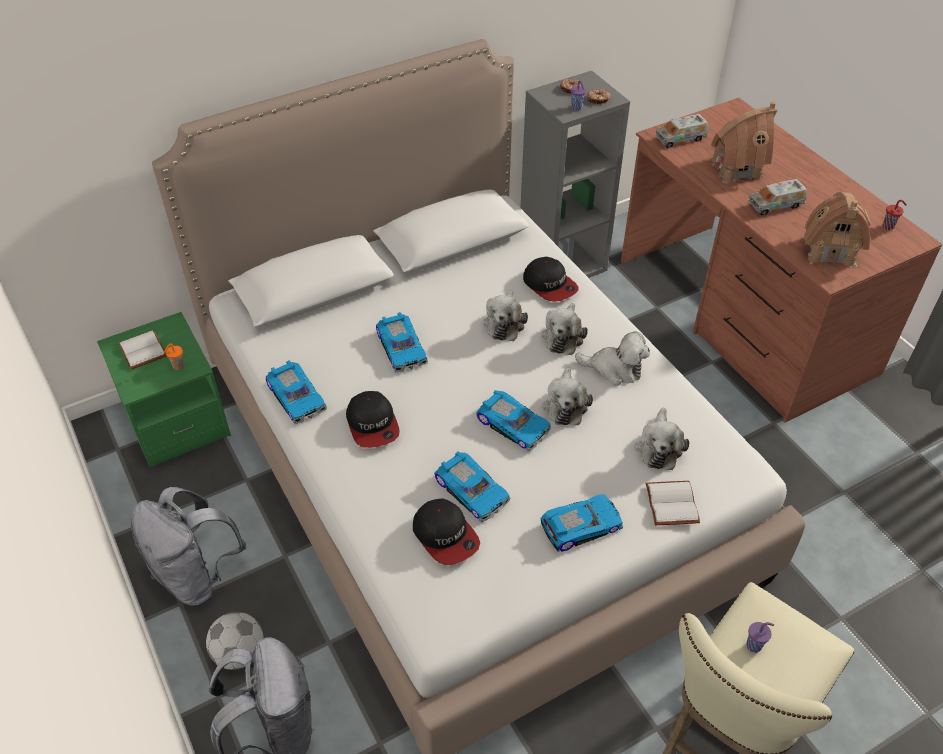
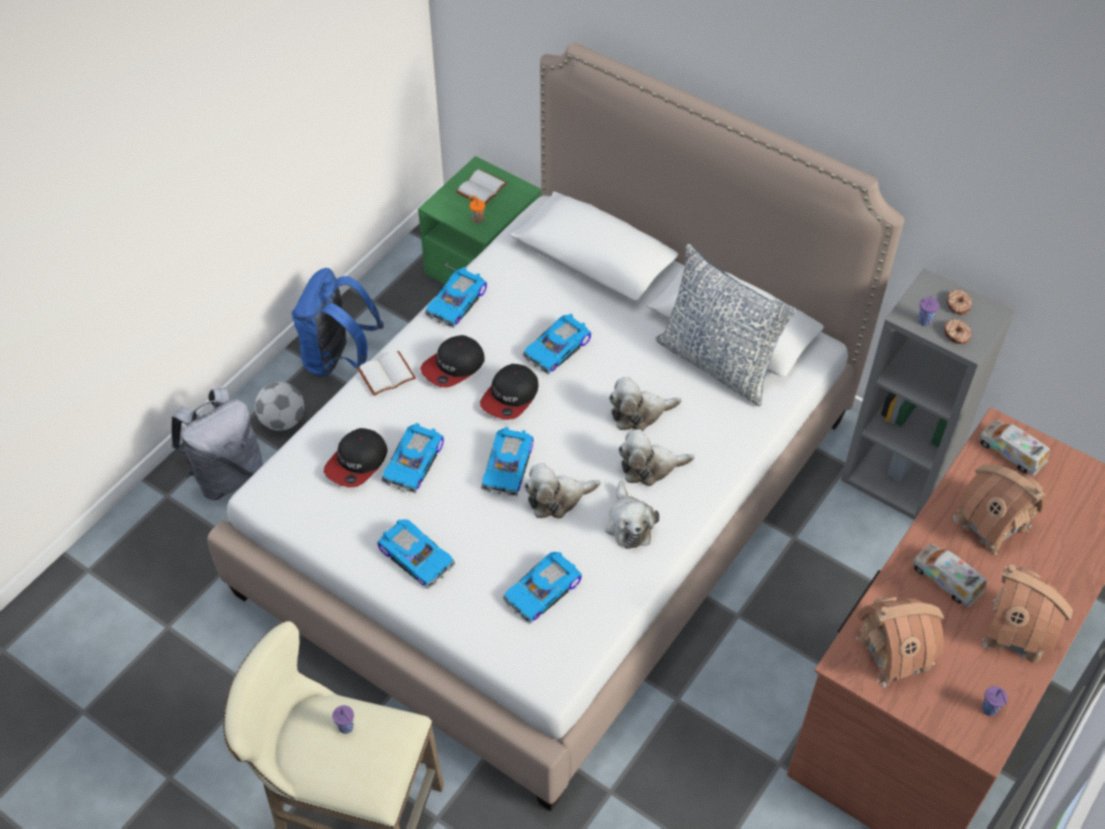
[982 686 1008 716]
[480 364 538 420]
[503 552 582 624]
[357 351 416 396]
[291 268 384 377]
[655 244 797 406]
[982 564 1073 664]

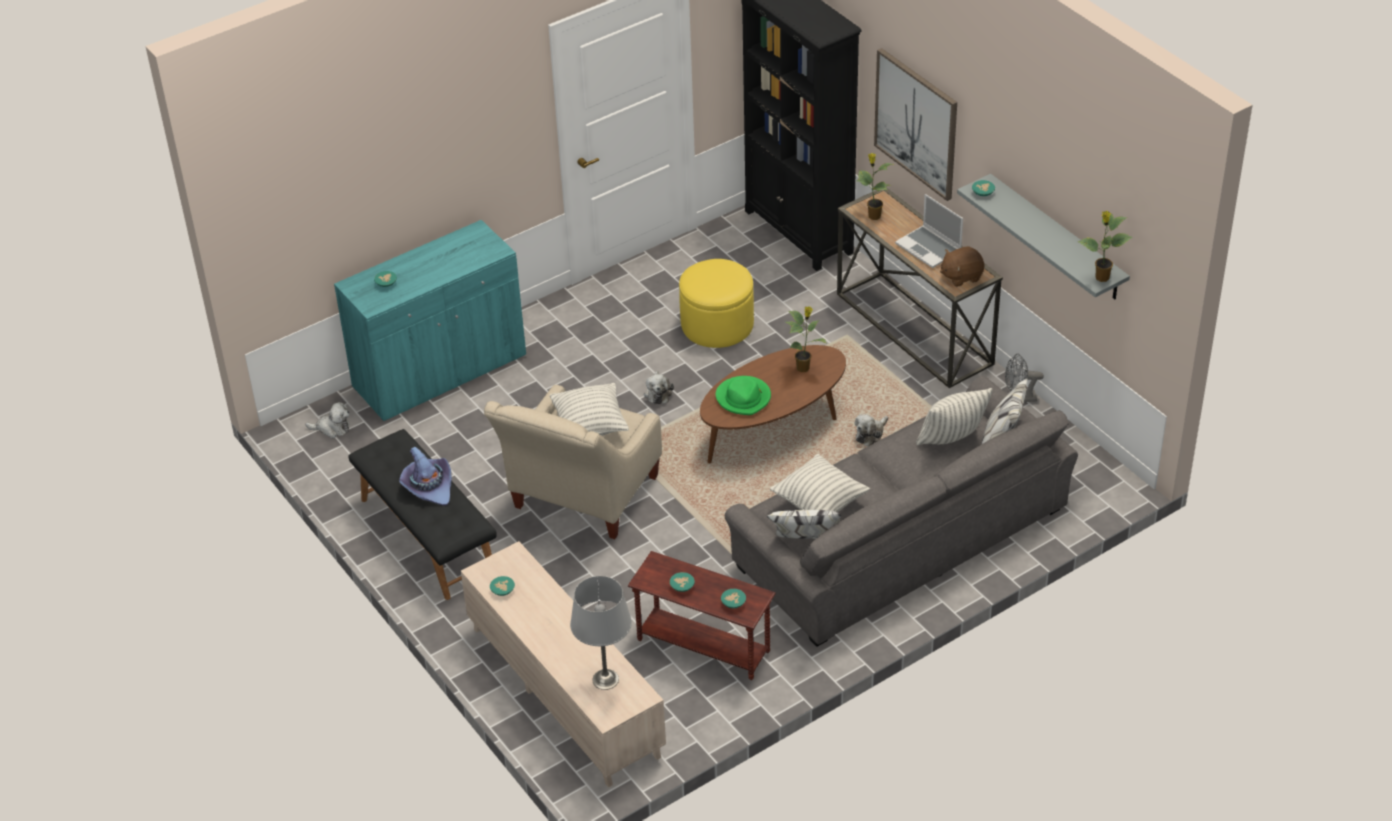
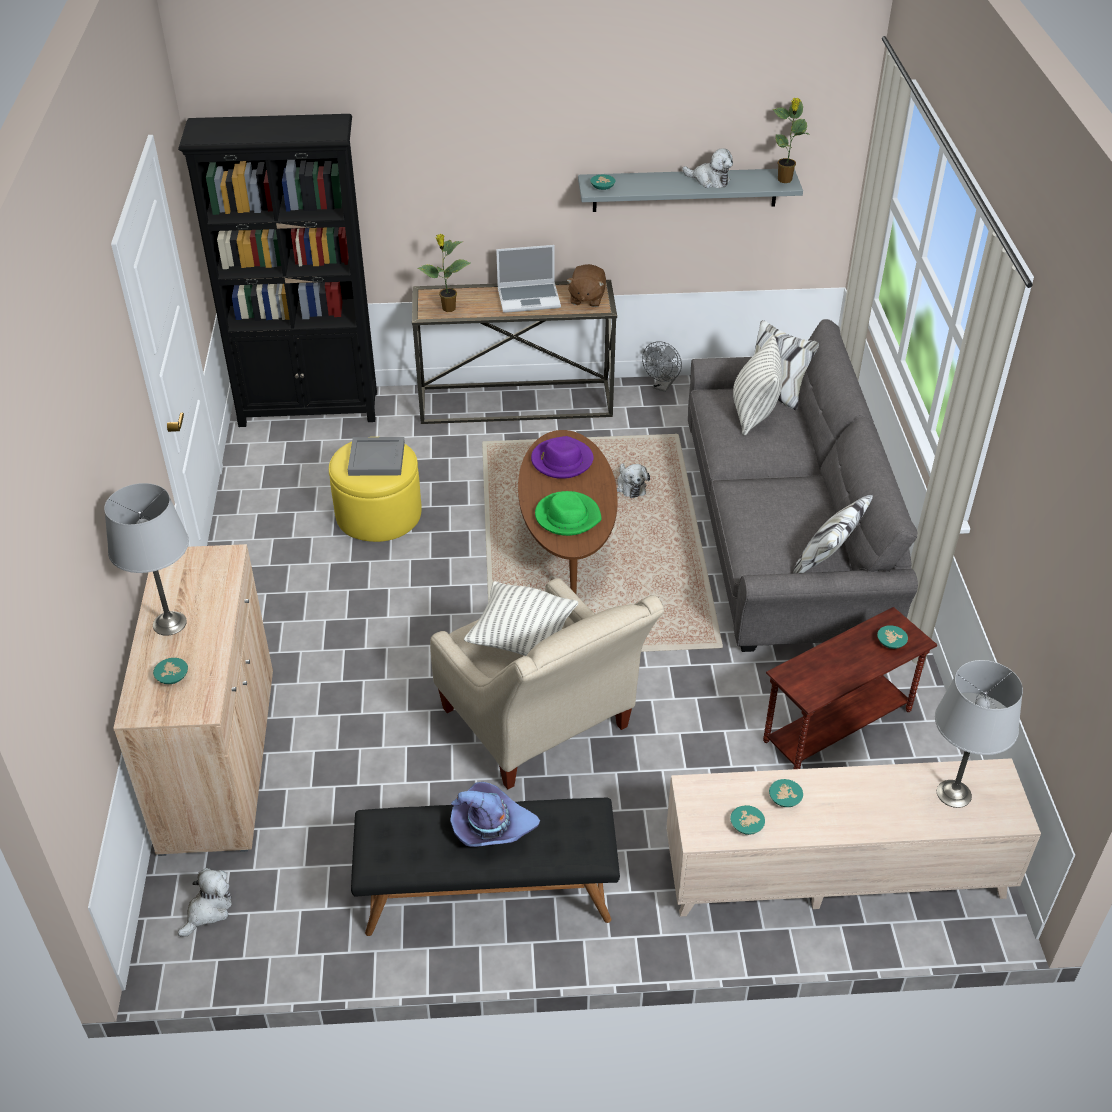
[874 48 957 201] (first image)
[113 544 273 856]
[531 436 594 479]
[683 148 733 188]
[769 454 870 512] (first image)
[769 779 803 807]
[348 437 405 476]
[104 483 189 636]

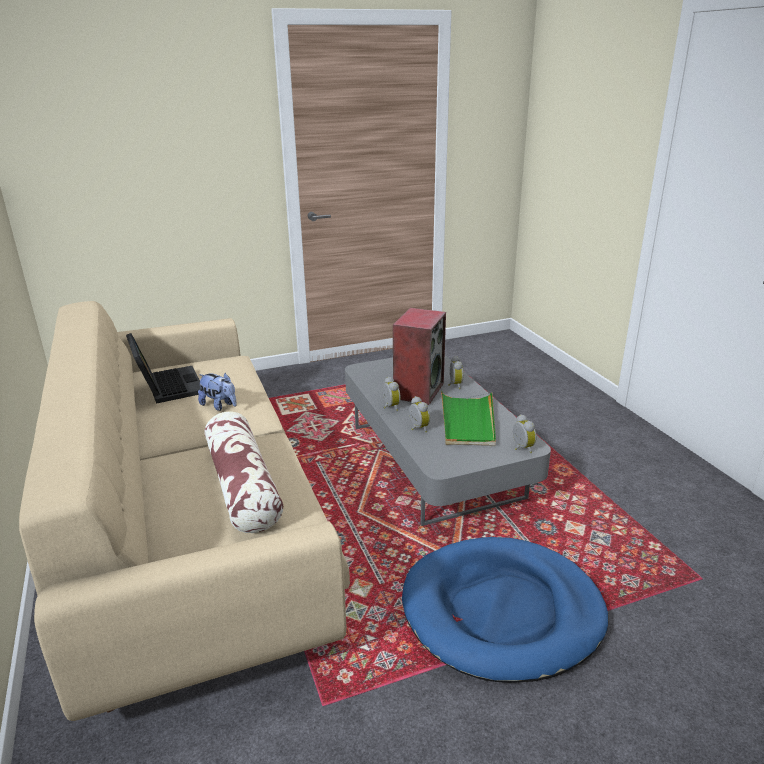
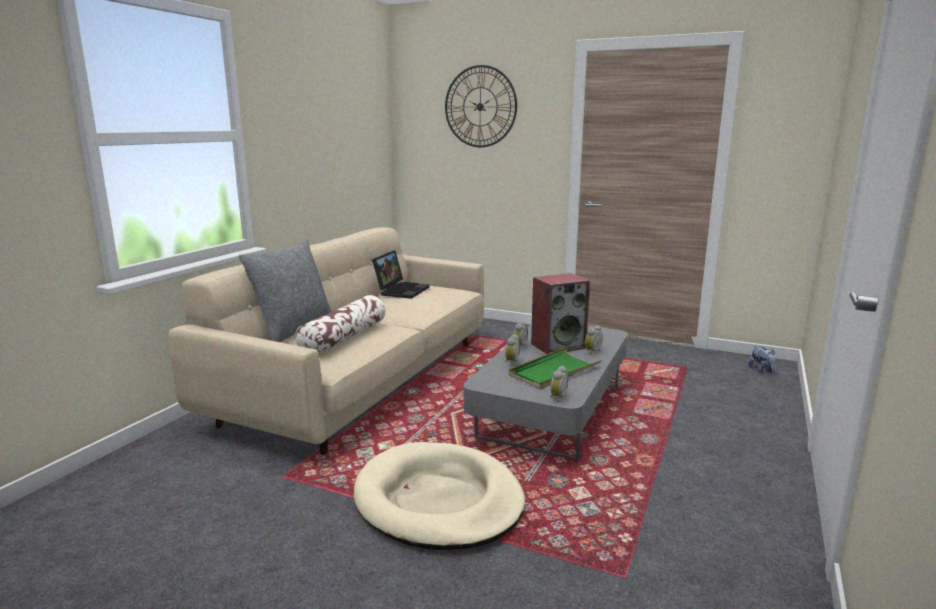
[748 346 776 373]
[354 442 525 550]
[445 65 517 147]
[239 239 332 342]

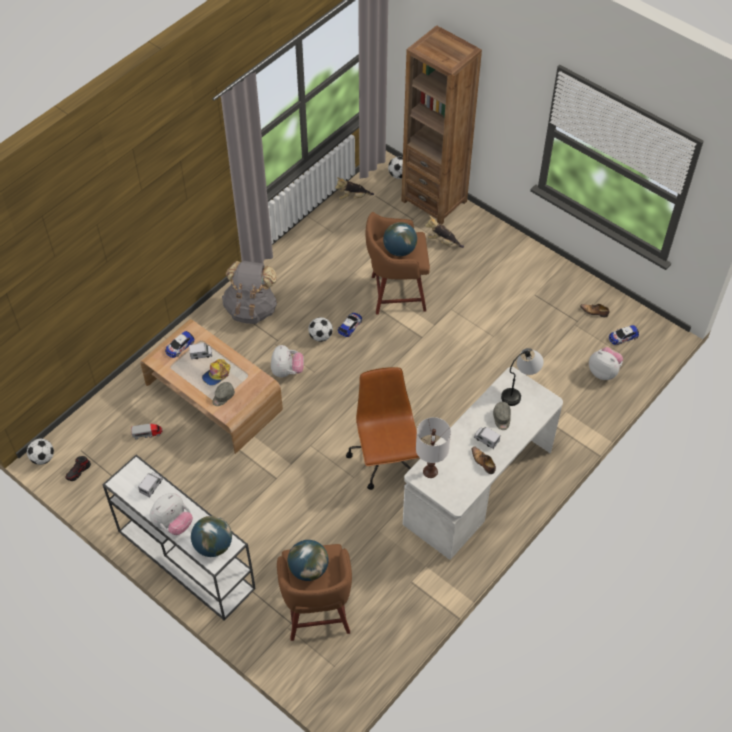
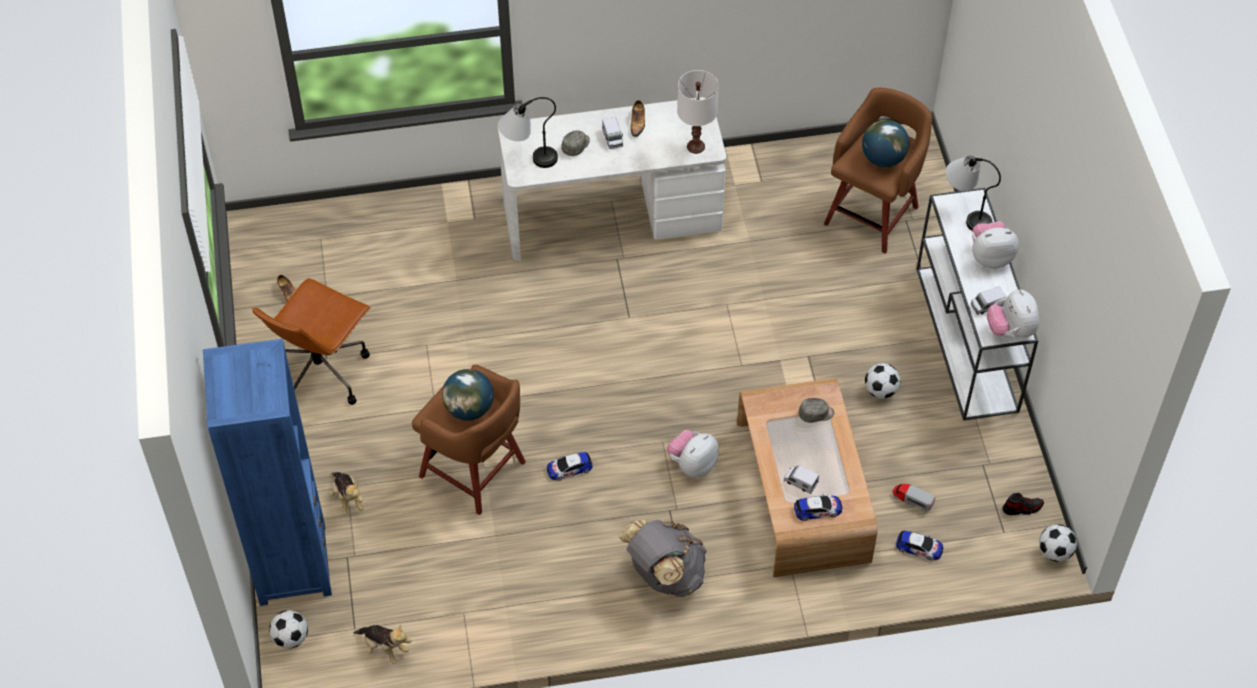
[203 339 332 606]
[865 363 900 399]
[896 531 943 560]
[987 290 1039 338]
[202 359 230 386] (first image)
[252 278 371 405]
[946 155 1001 231]

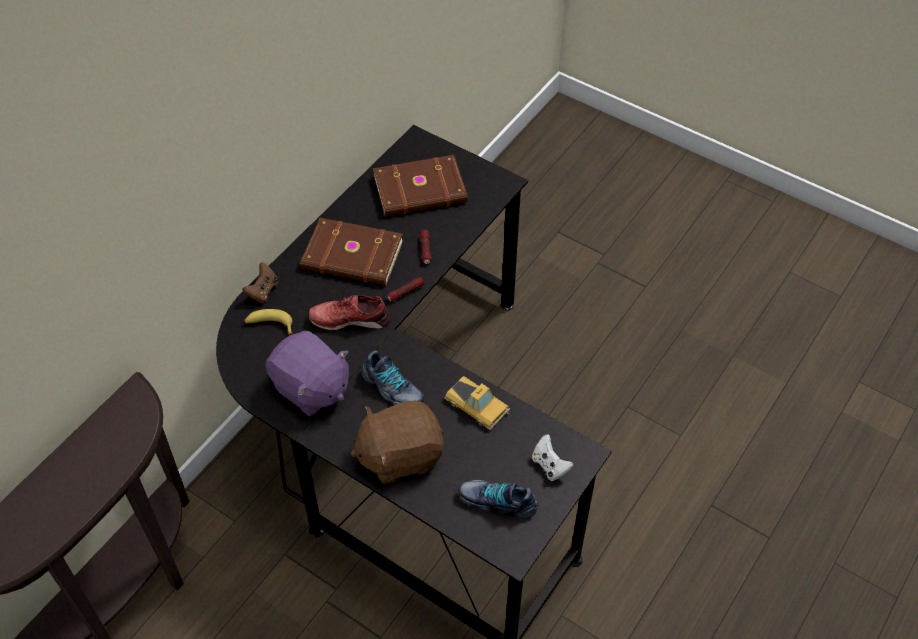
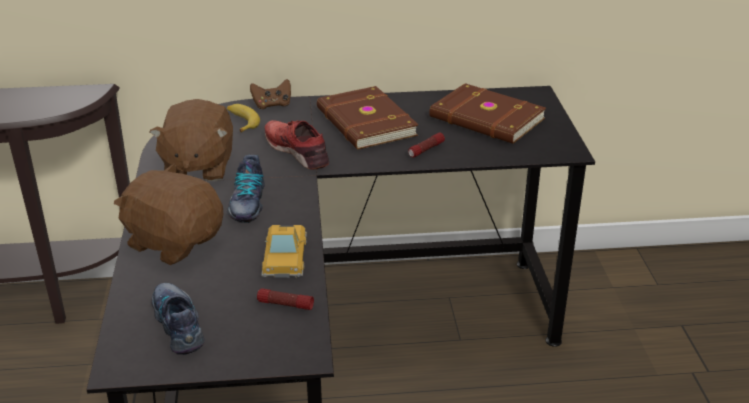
[257 288 314 310]
[150 99 233 181]
[532 435 574 481] (first image)

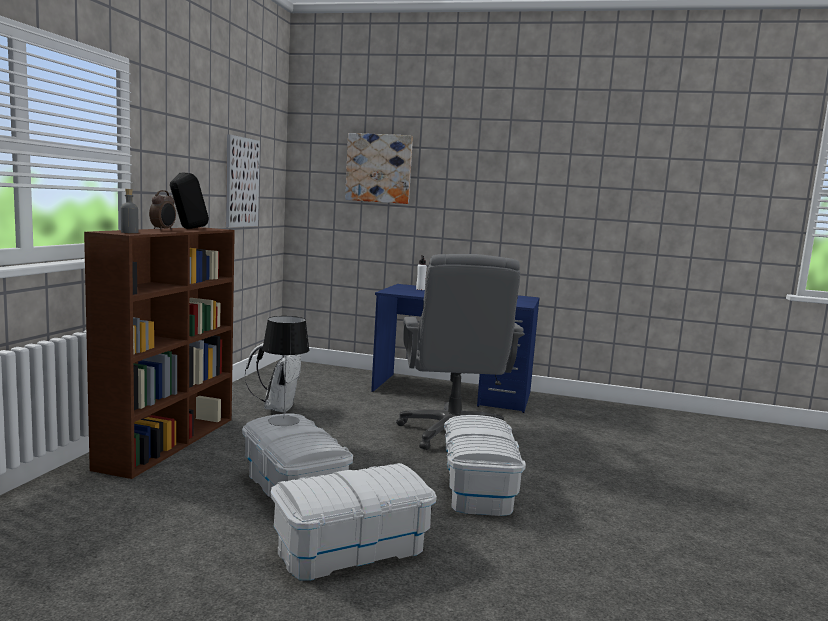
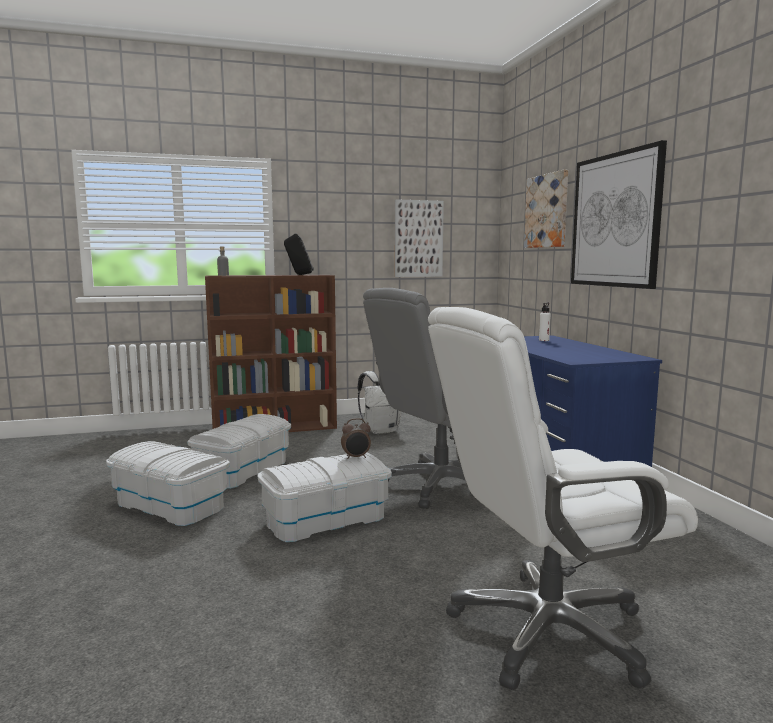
[341 418 371 459]
[262 316 310 426] (first image)
[571 140 667 289]
[428 307 698 690]

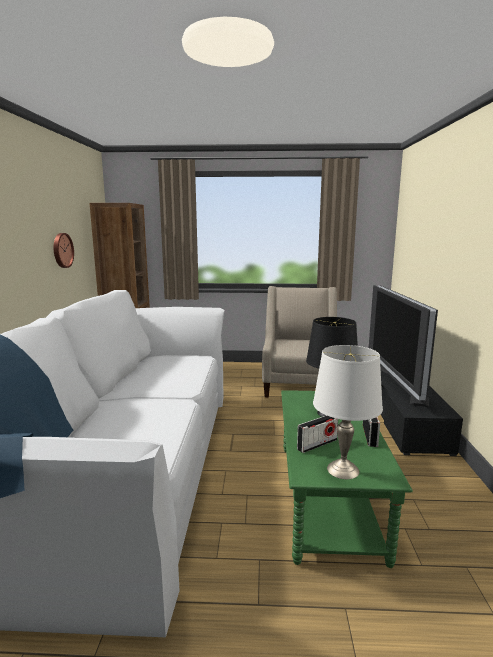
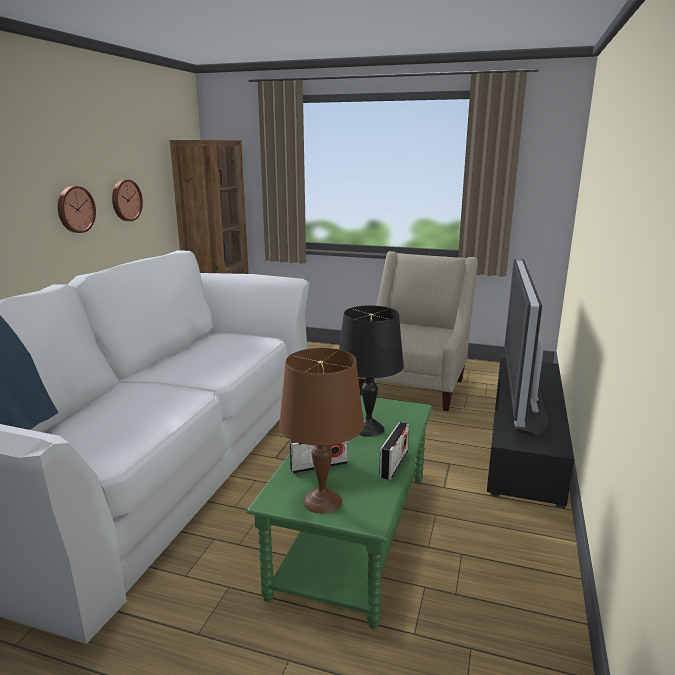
[279 348 364 514]
[58 186 96 233]

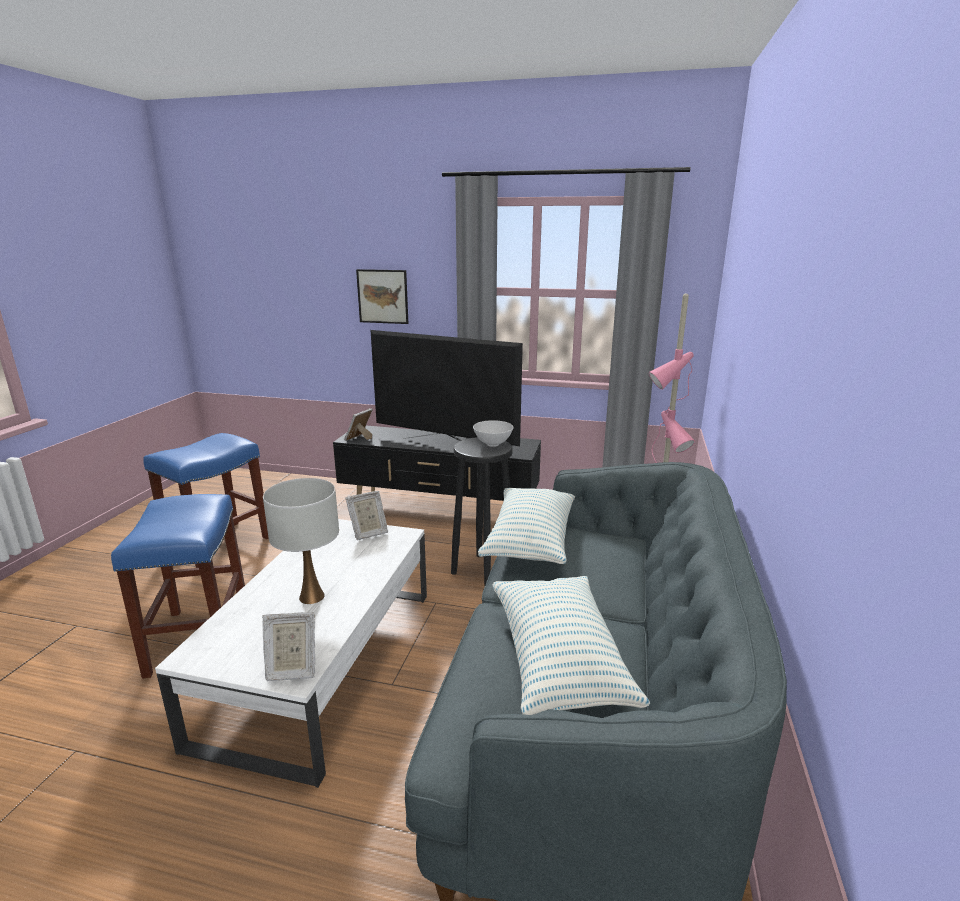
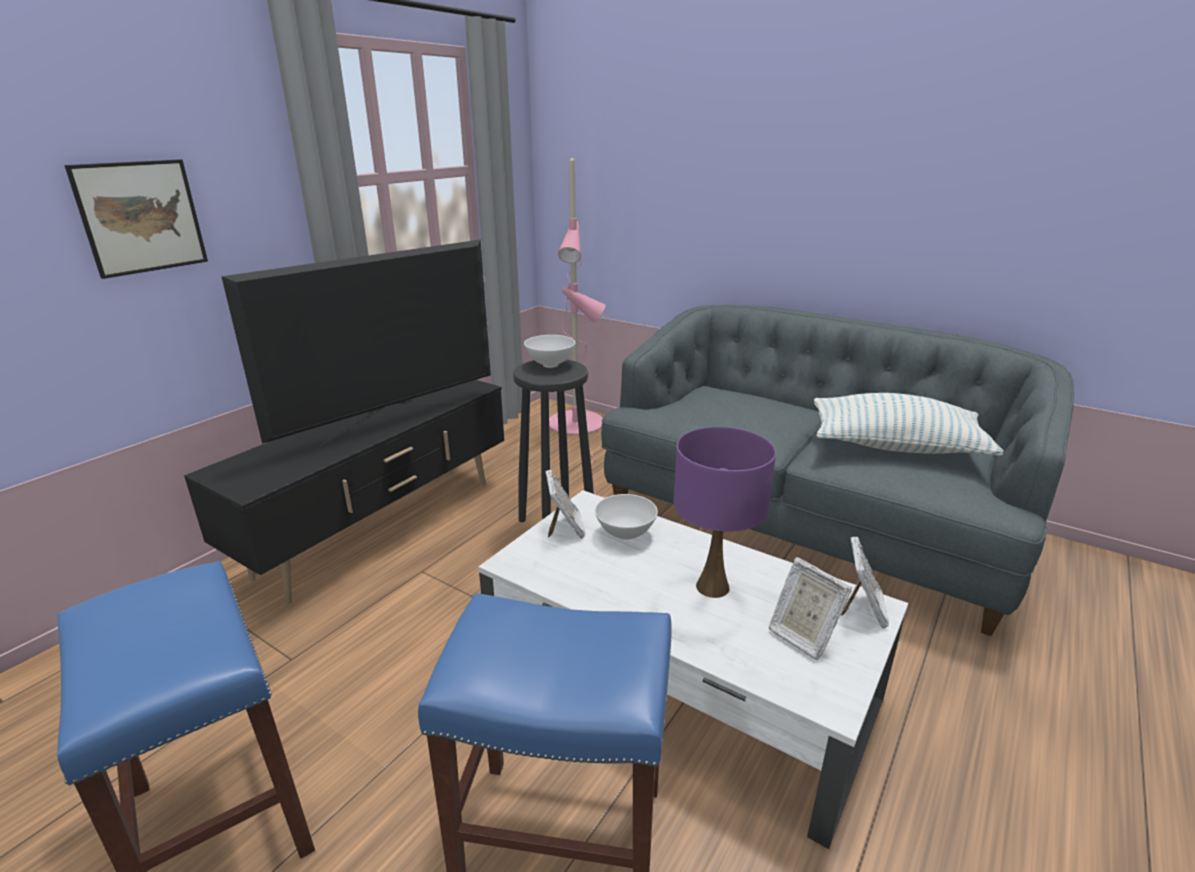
[769 557 852 661]
[673 427 776 598]
[478 488 575 564] (first image)
[595 494 658 540]

